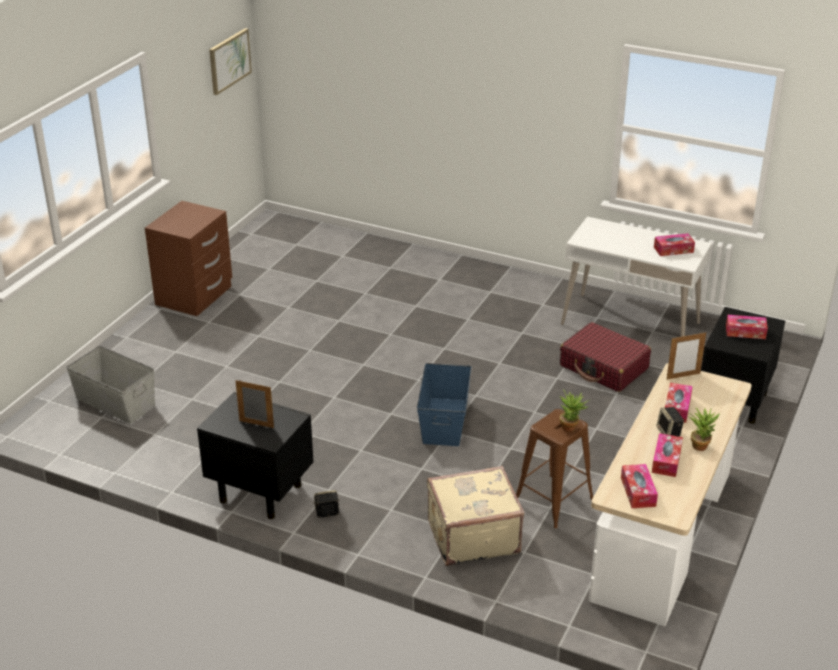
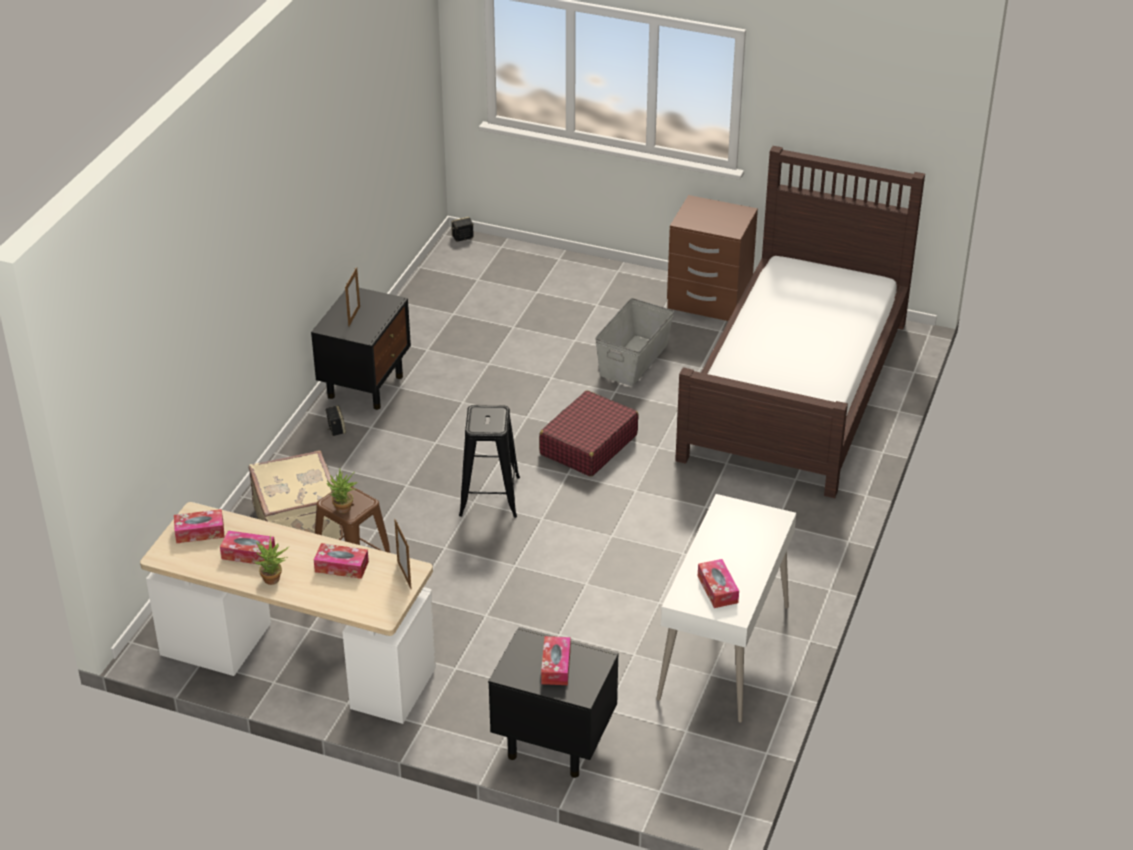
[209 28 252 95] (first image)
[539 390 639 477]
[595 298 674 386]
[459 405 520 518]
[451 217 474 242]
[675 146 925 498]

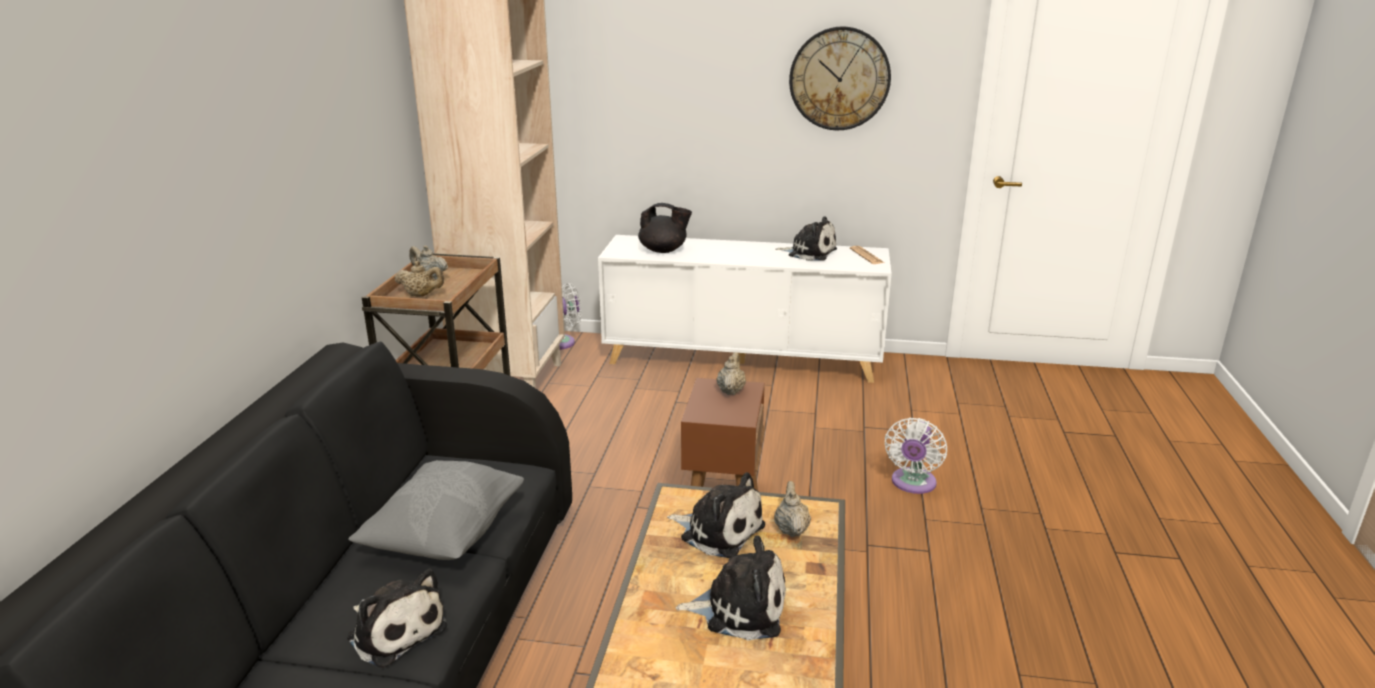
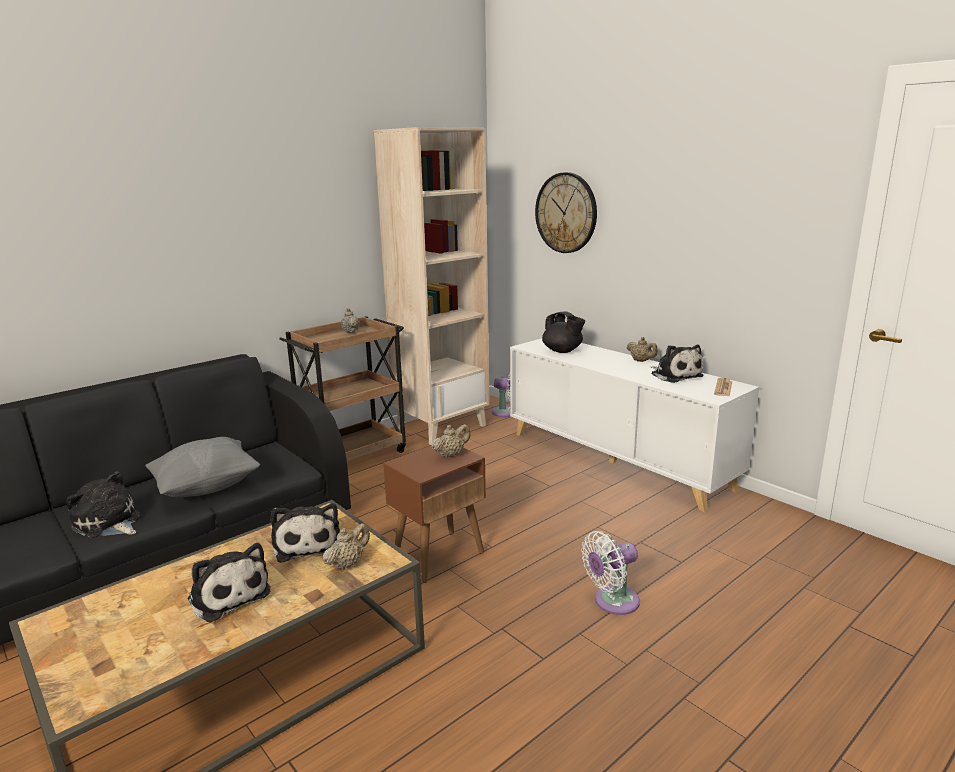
[535 172 597 253]
[627 337 658 362]
[67 472 141 538]

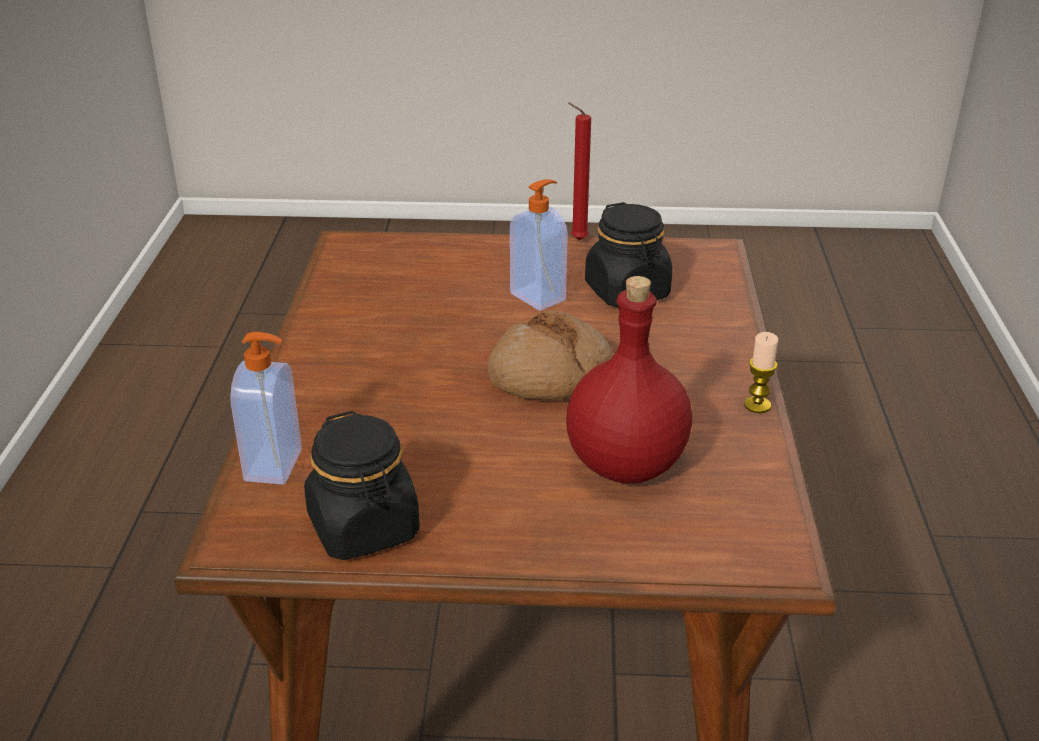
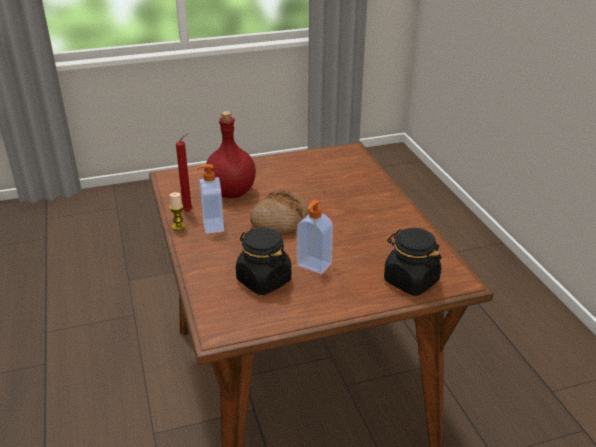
[176 133 193 212]
[196 164 224 234]
[384 228 441 295]

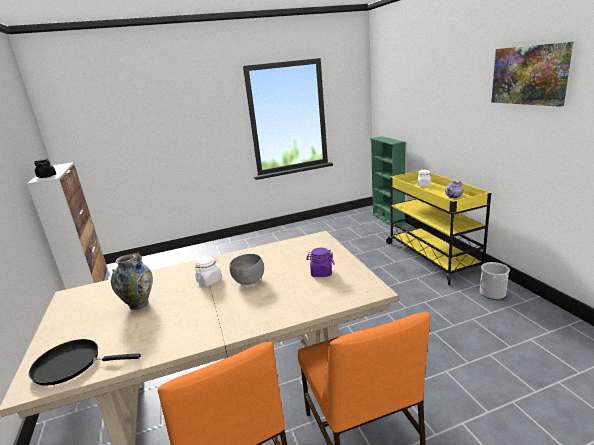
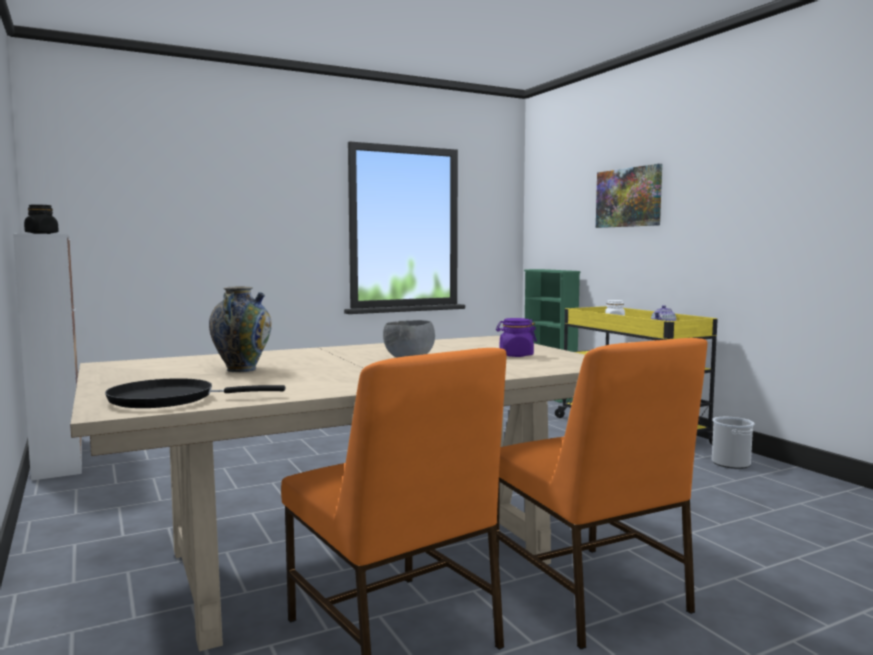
[596 164 662 228]
[195 256 222 286] (first image)

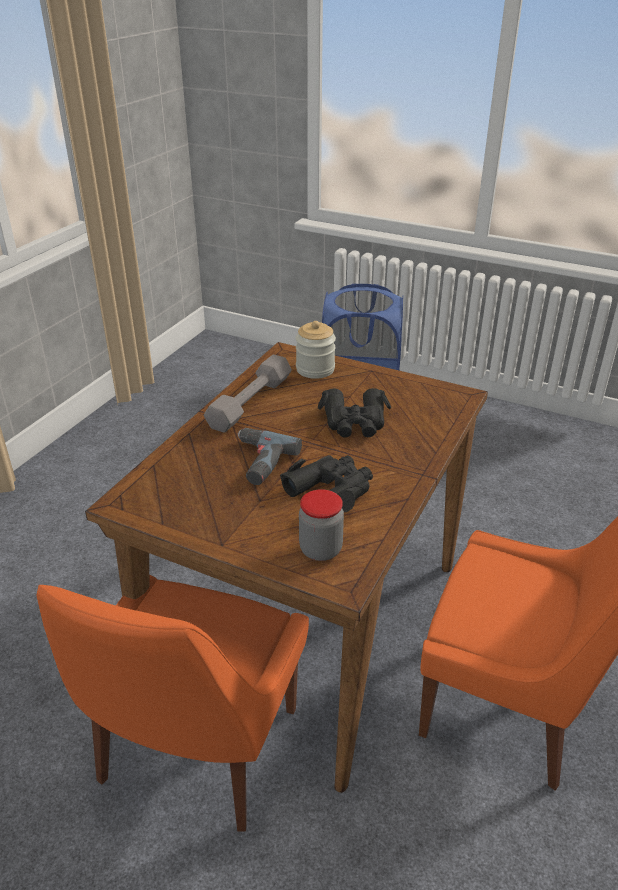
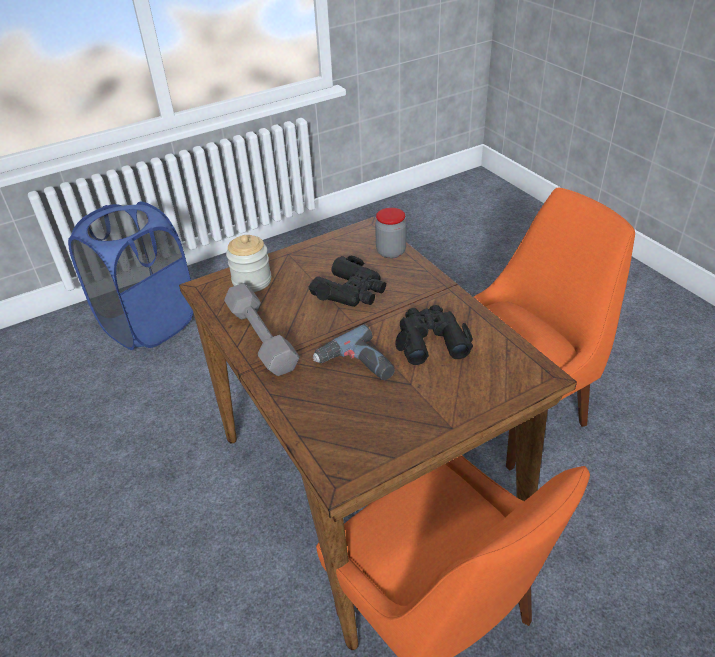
[375 208 406 258]

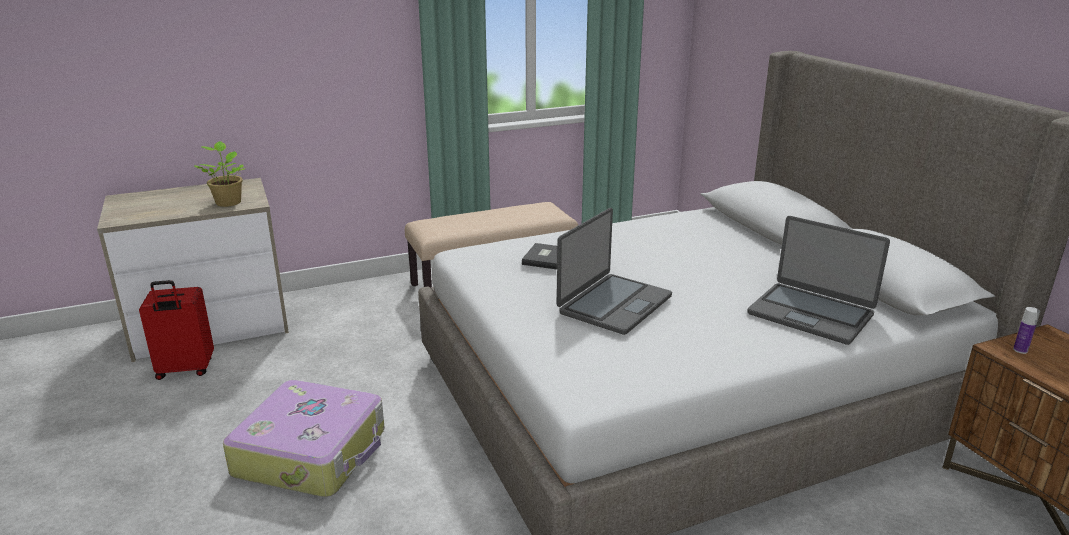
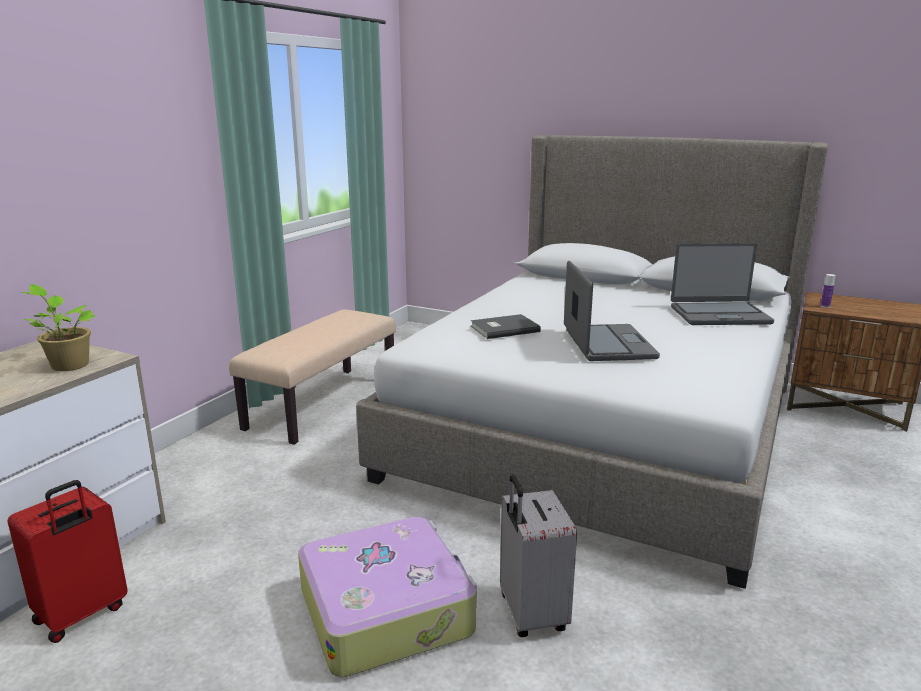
[500 475 577 637]

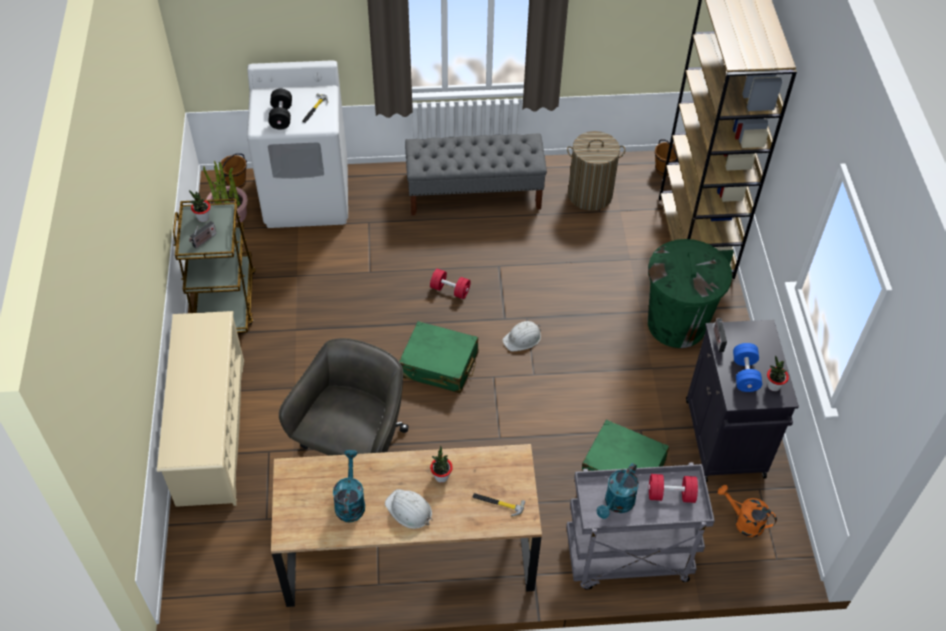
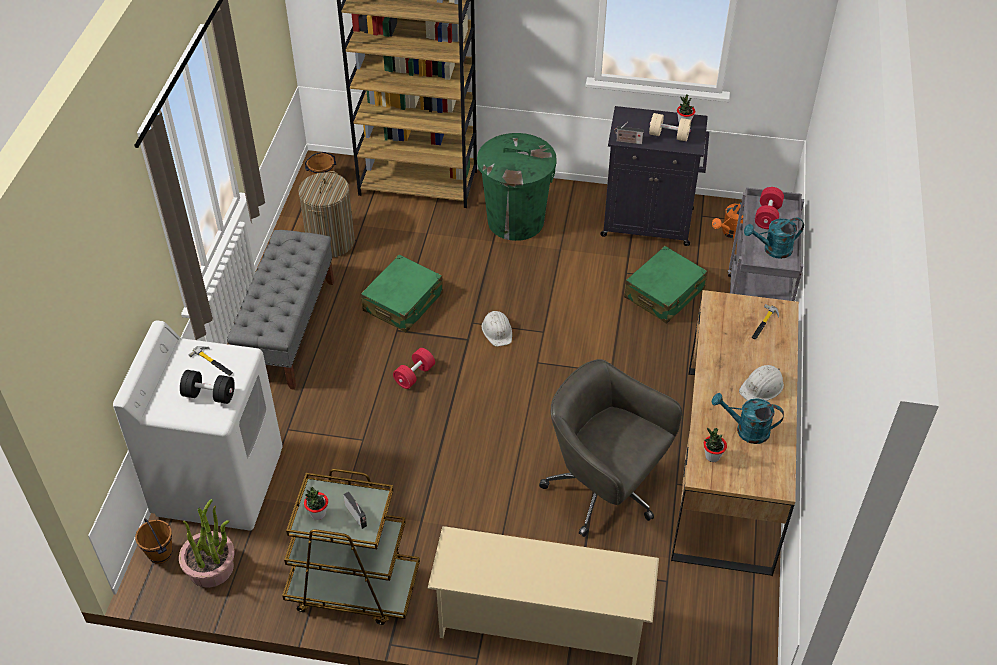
[361 255 443 333]
[649 113 691 141]
[704 428 727 462]
[744 218 804 259]

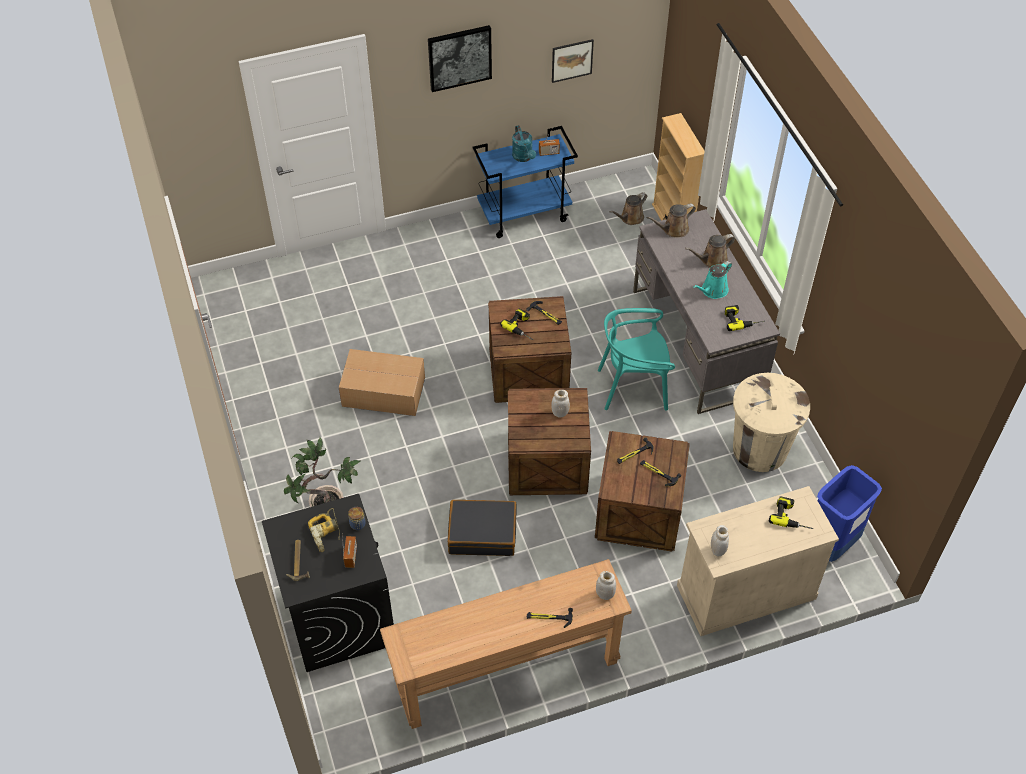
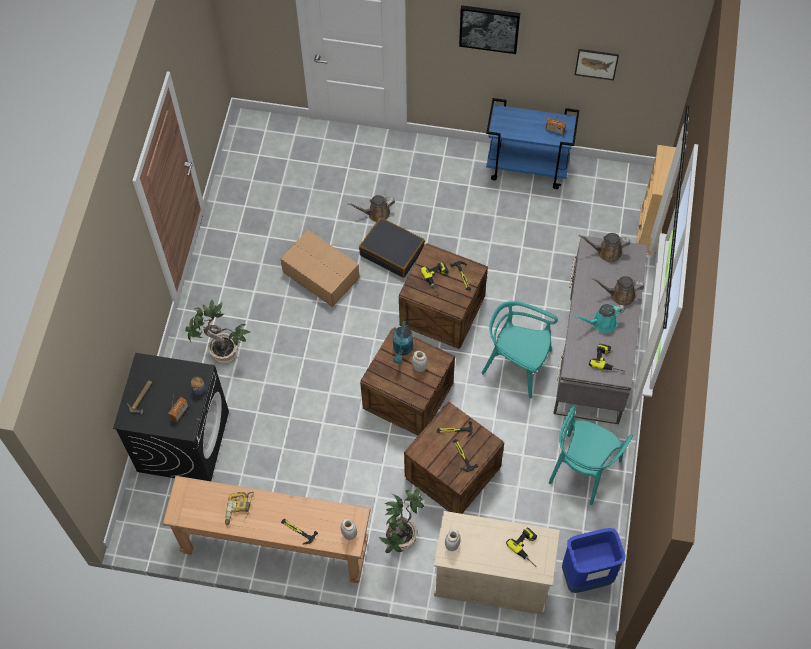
[392 321 413 363]
[347 195 395 222]
[549 406 633 505]
[359 217 425 278]
[225 492 254 525]
[379 486 424 553]

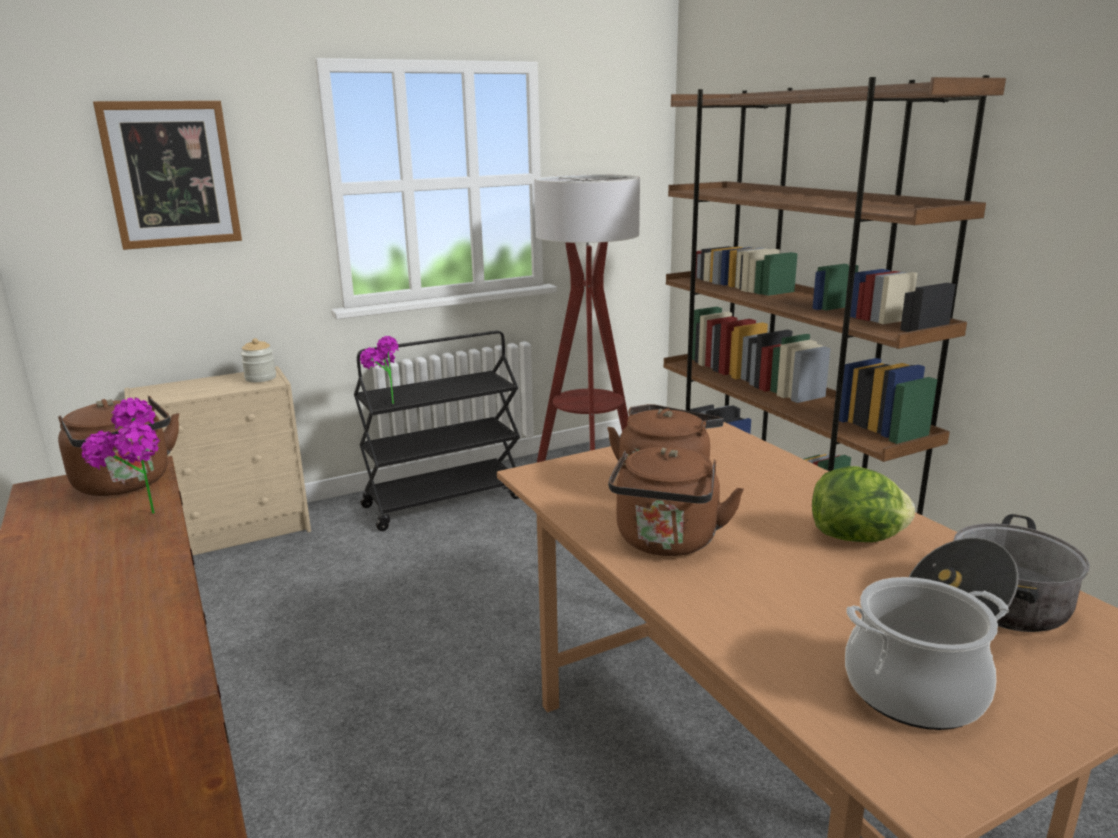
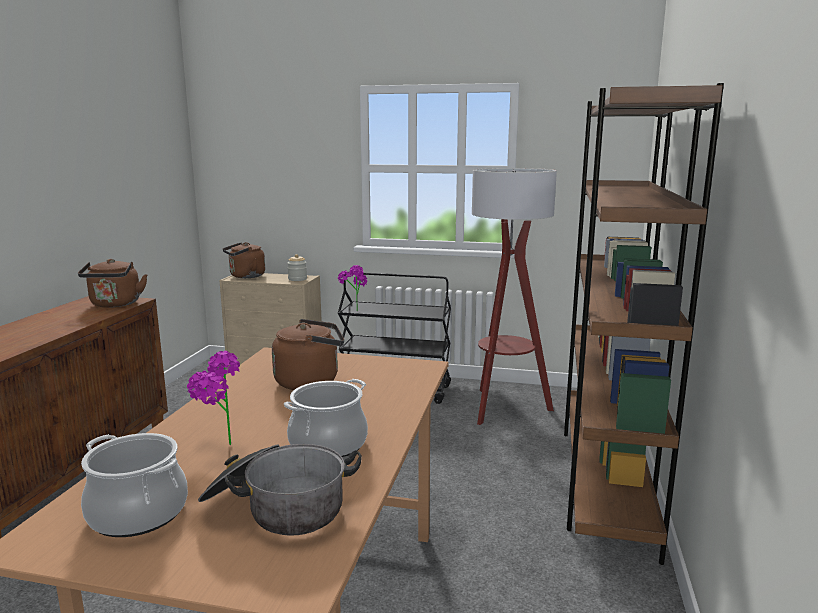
[93 101 242 250] (first image)
[187 351 240 445]
[223 242 265 278]
[284 379 368 457]

